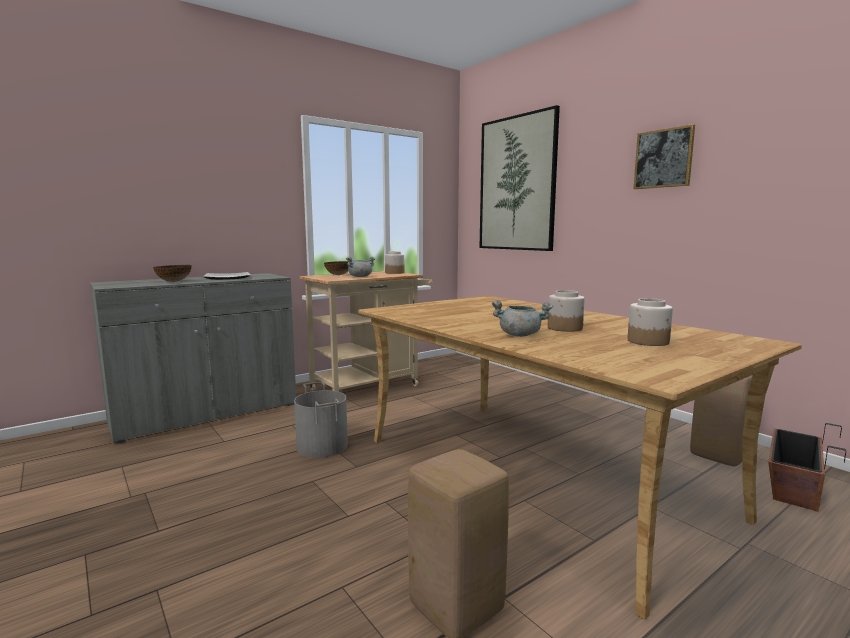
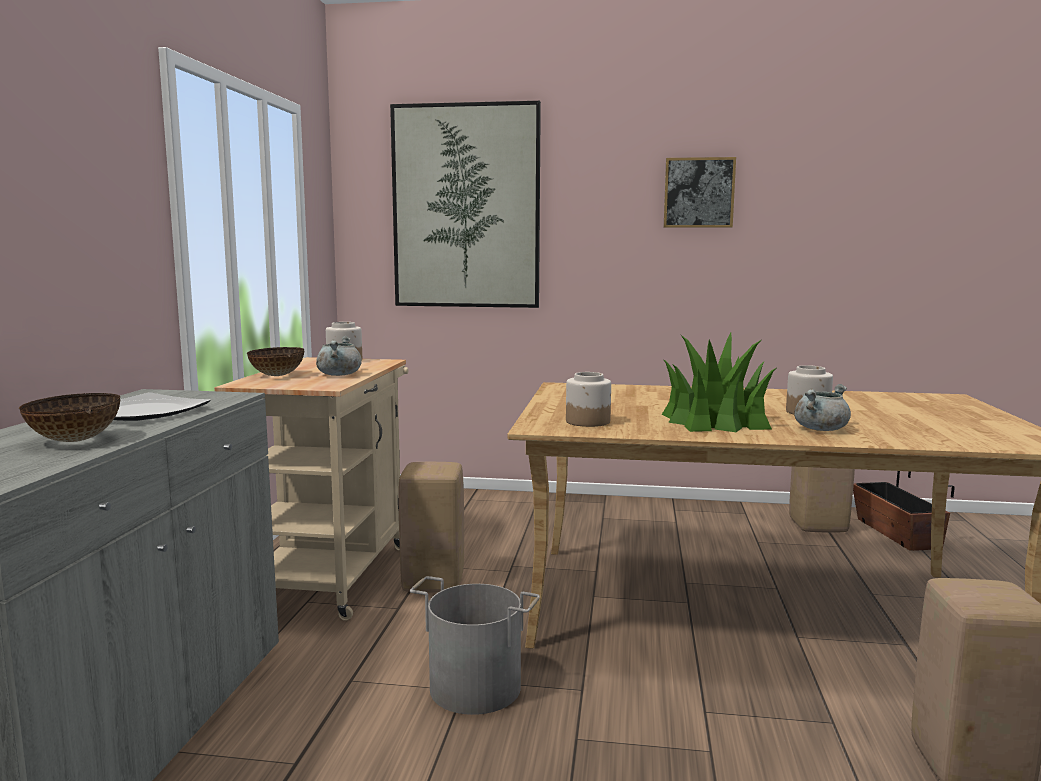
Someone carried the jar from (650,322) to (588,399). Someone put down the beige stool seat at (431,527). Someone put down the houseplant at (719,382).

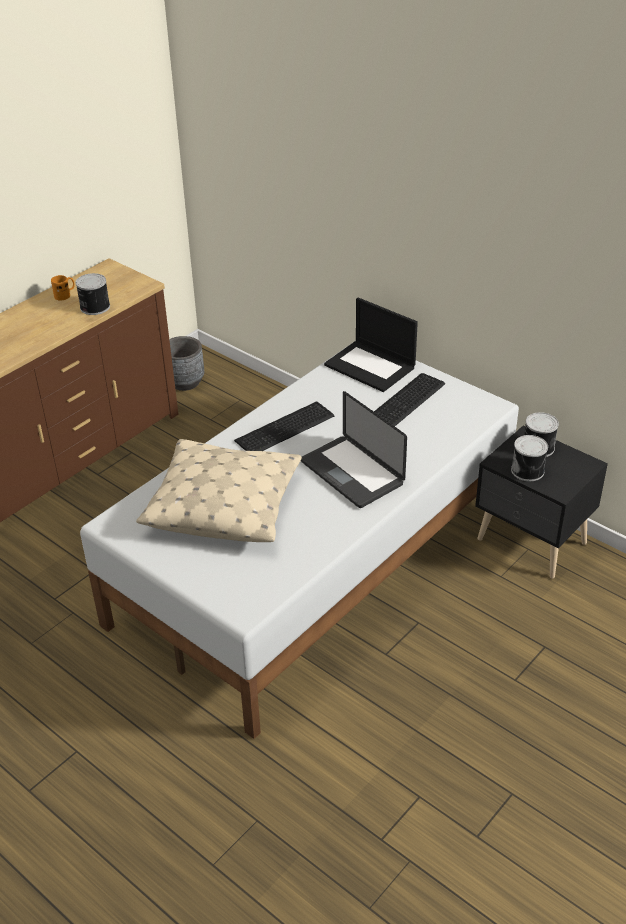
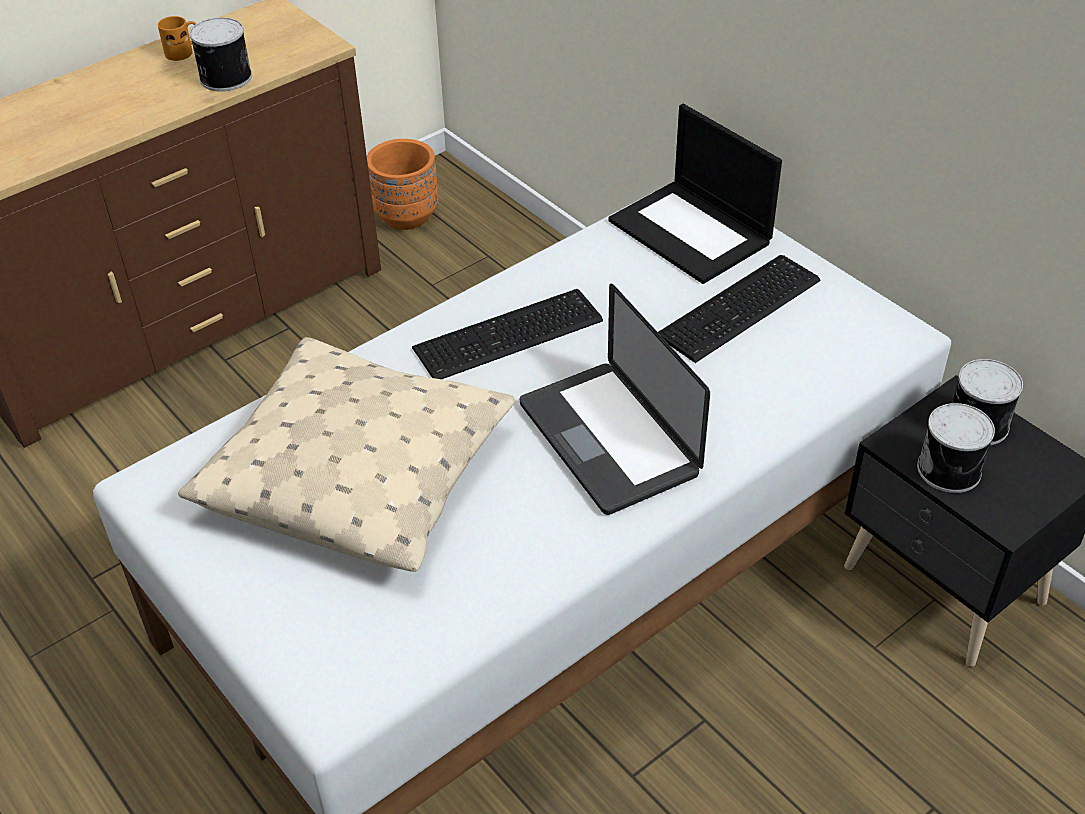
Someone repainted the grey flower pot at (186,363), which became the orange-coloured flower pot at (403,184).

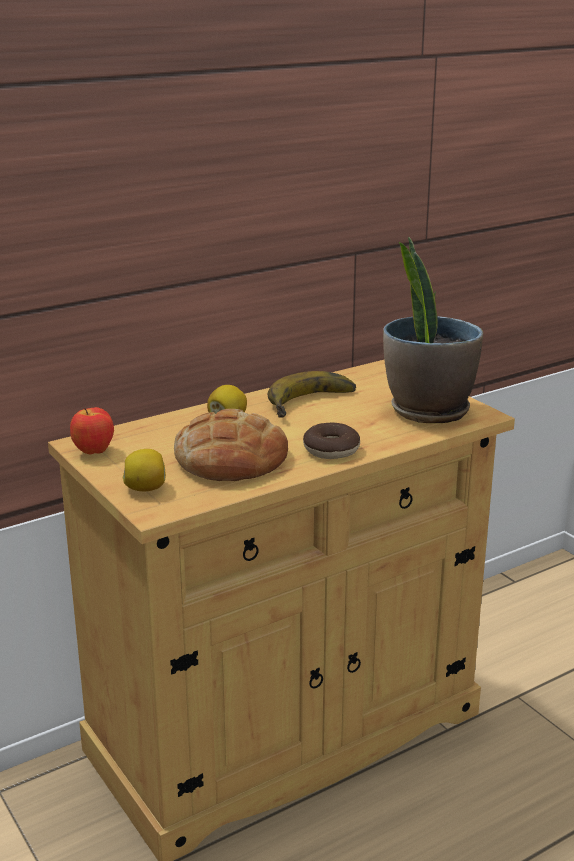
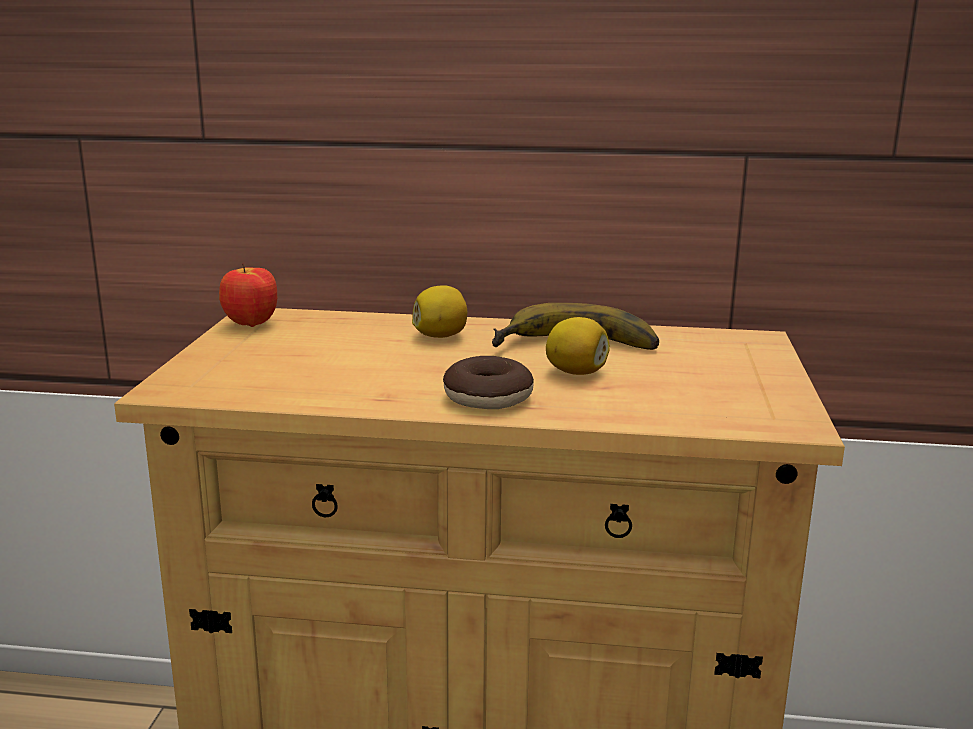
Someone carried the citrus fruit from (144,470) to (578,346). Someone took away the bakery bread at (231,445). Someone took away the houseplant at (433,330).

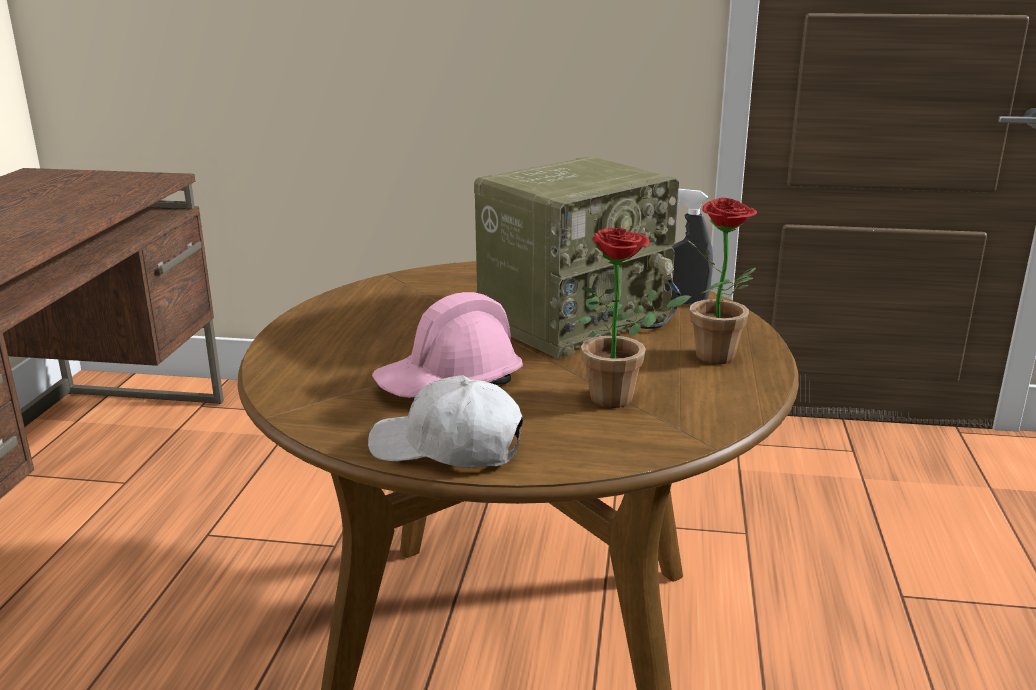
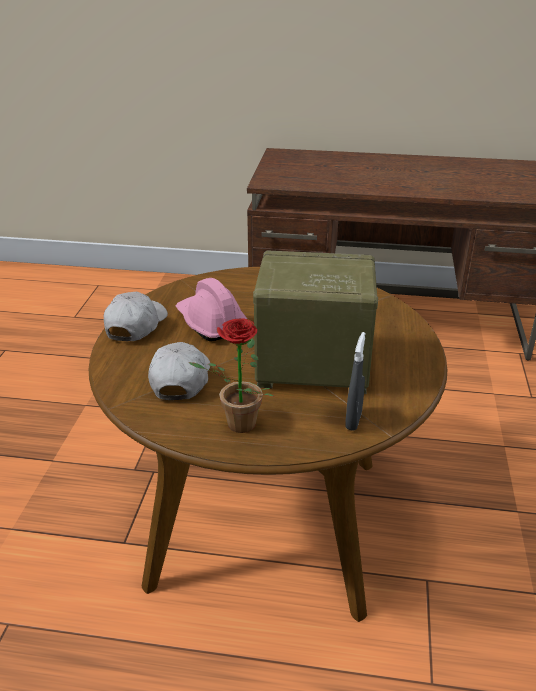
Someone rotated the radio set at (577,258) by 135 degrees clockwise. Someone swapped the houseplant at (634,318) for the whitish baseball cap at (179,371).

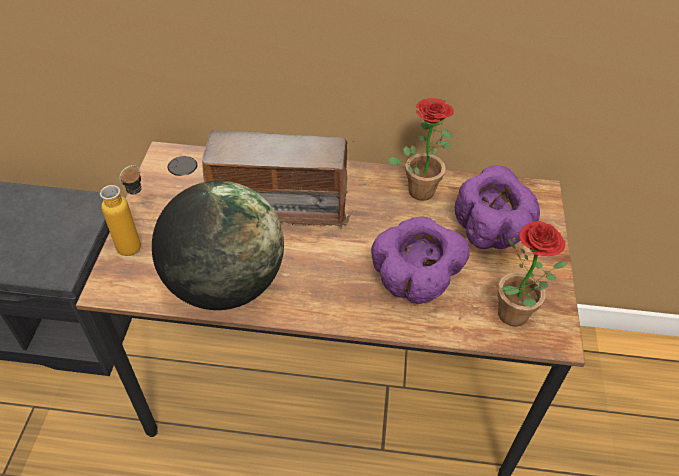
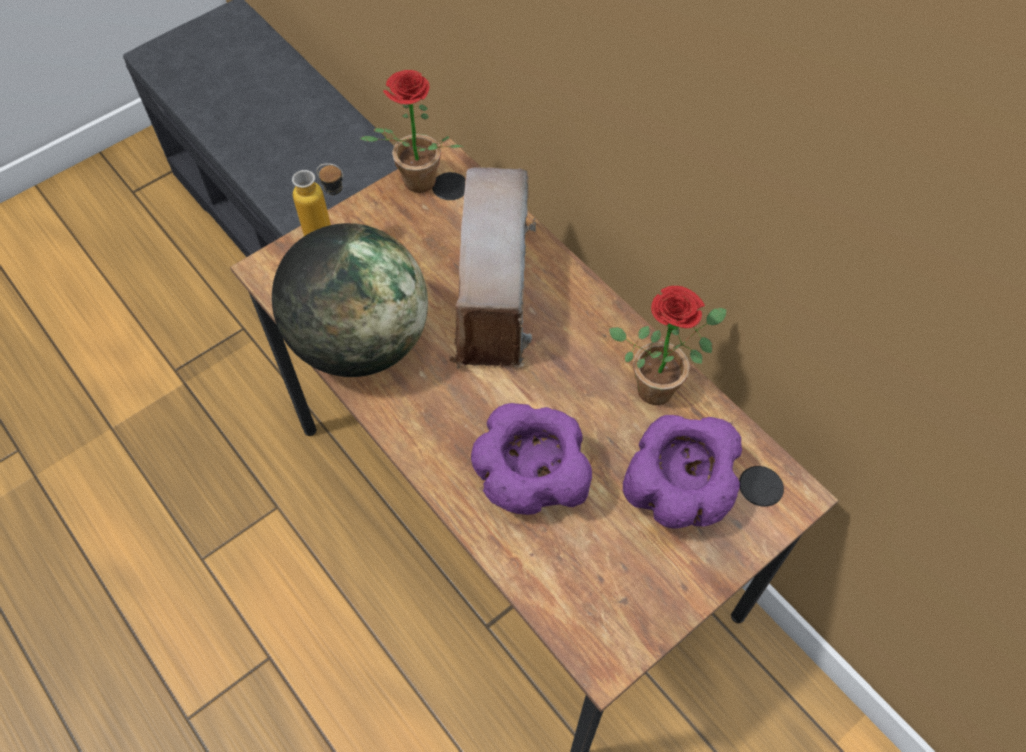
Someone rotated the radio set at (278,179) by 45 degrees clockwise. Someone carried the houseplant from (533,274) to (411,131).

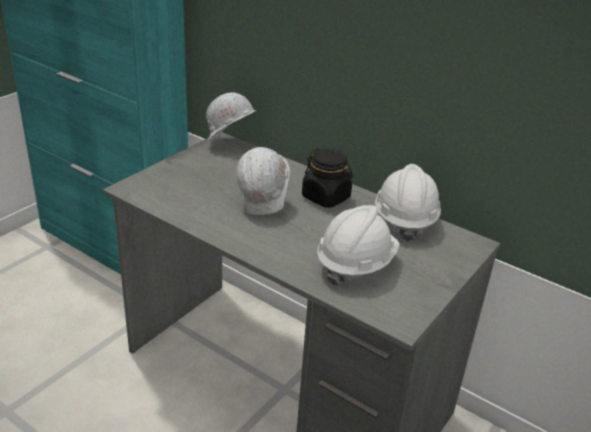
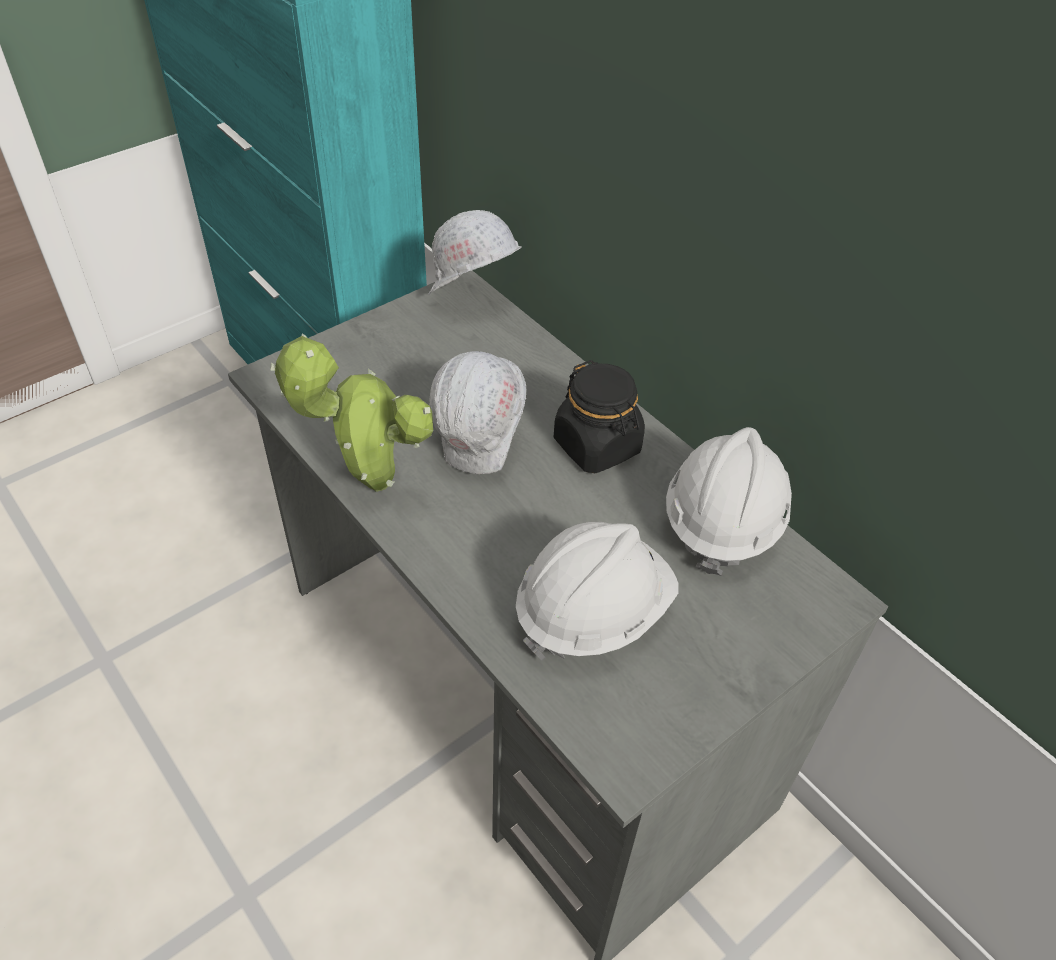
Someone put down the houseplant at (351,412).

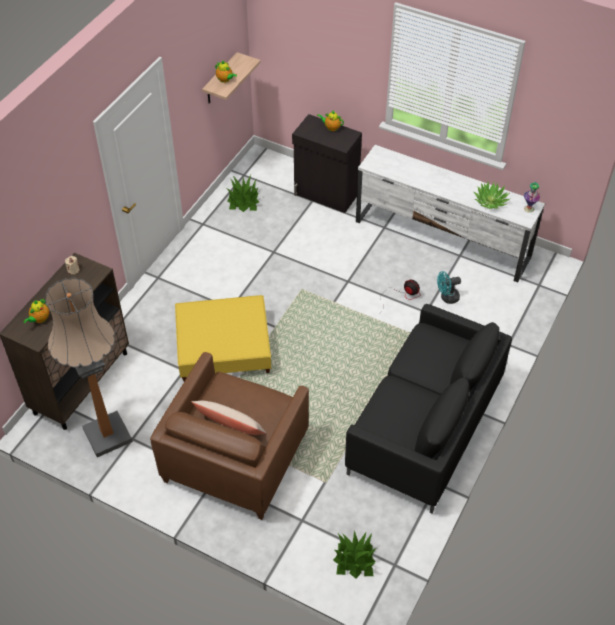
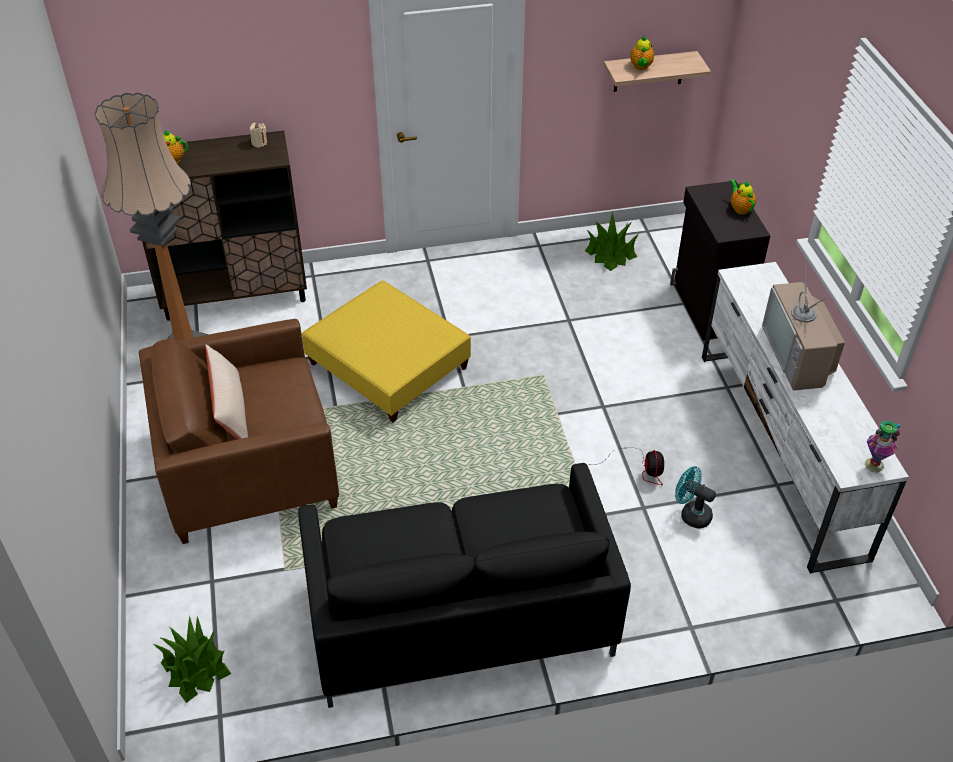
Someone took away the houseplant at (492,195). Someone put down the TV set at (803,324).

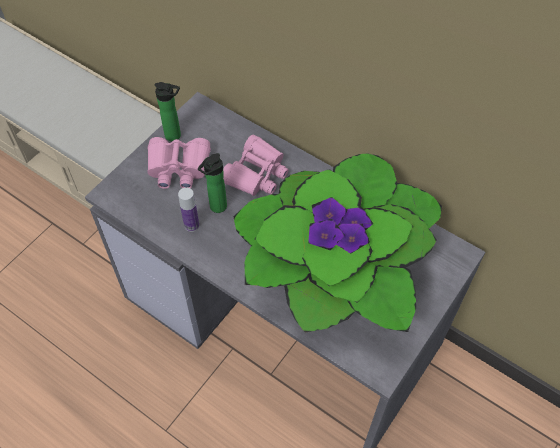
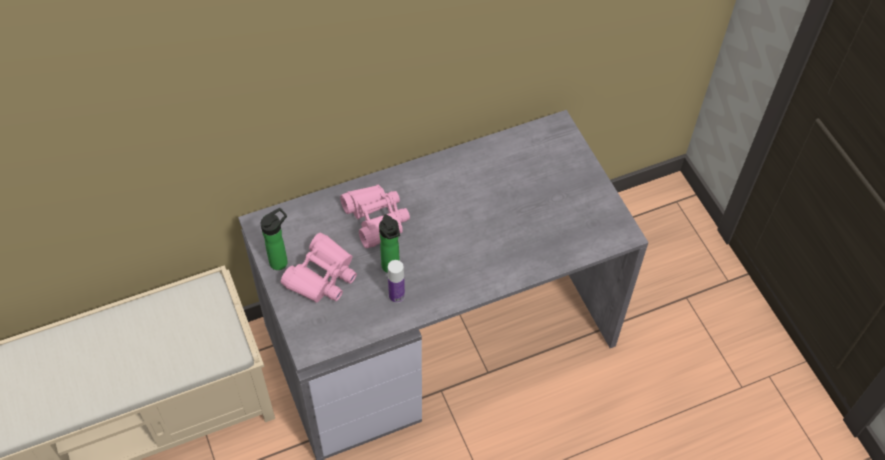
Someone took away the houseplant at (338,243).

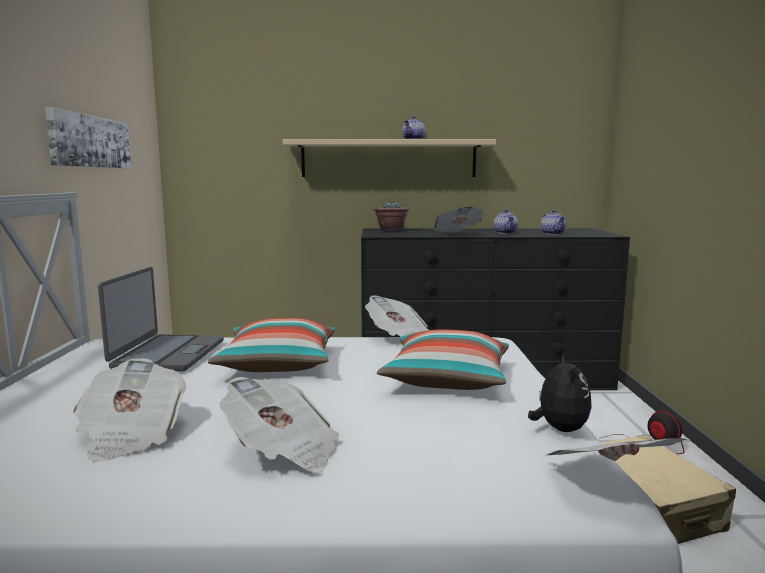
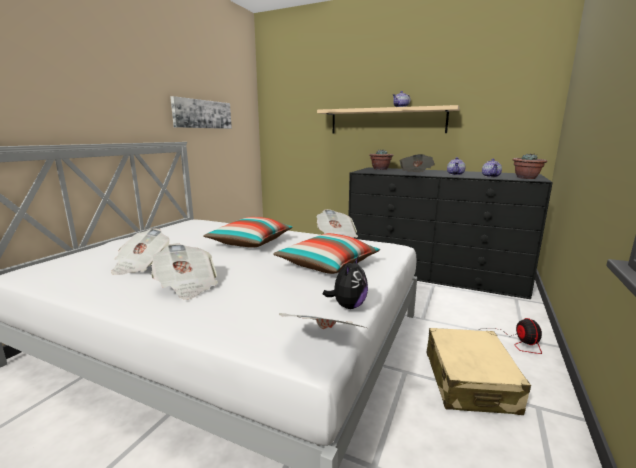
Someone took away the portable computer at (160,319). Someone put down the houseplant at (529,166).

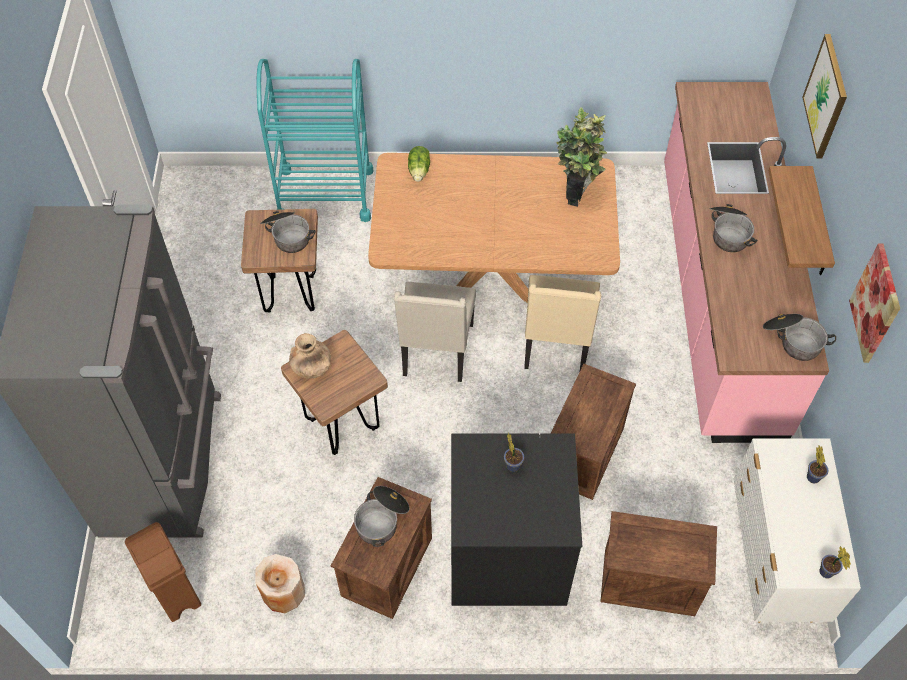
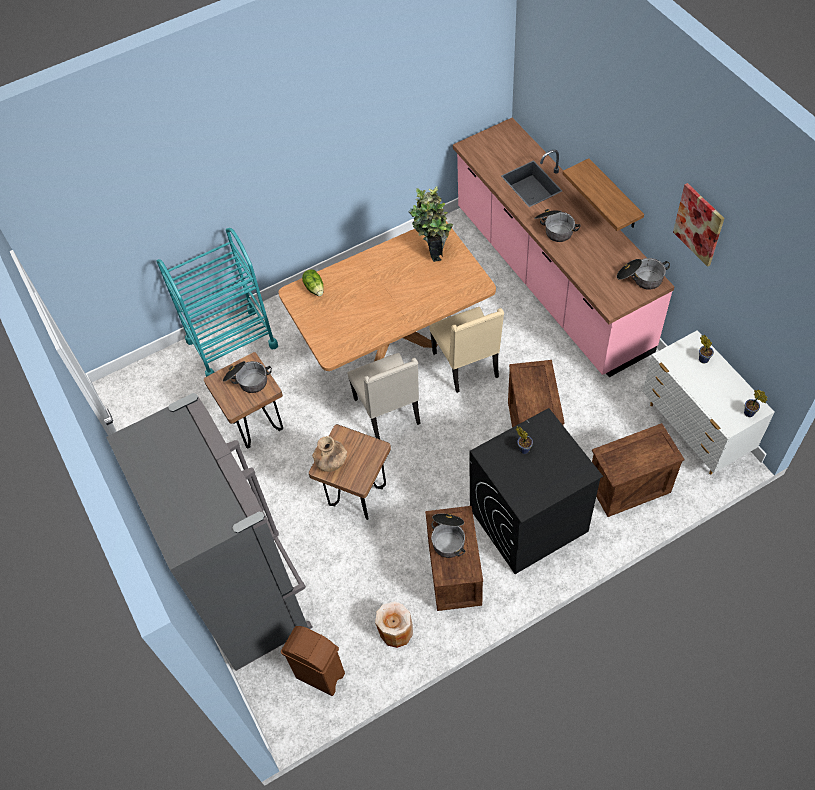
Someone took away the wall picture at (824,96).

